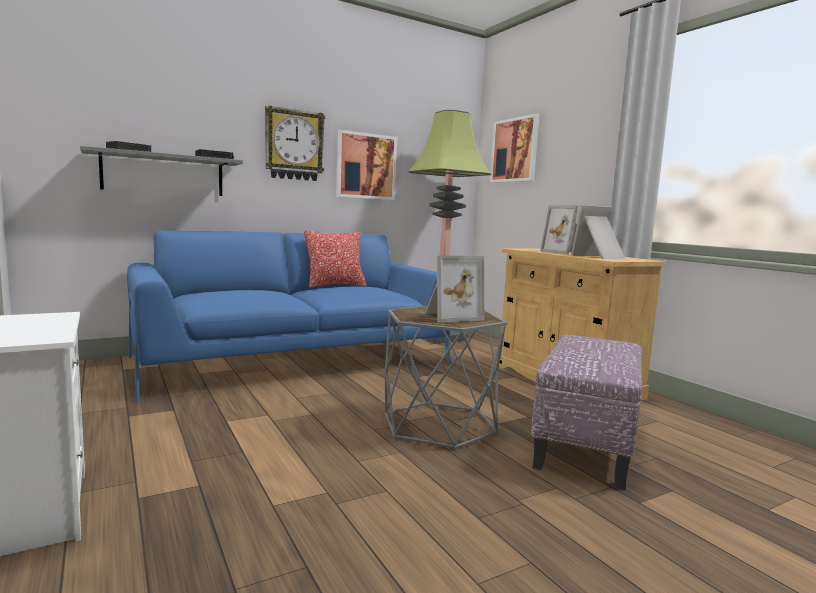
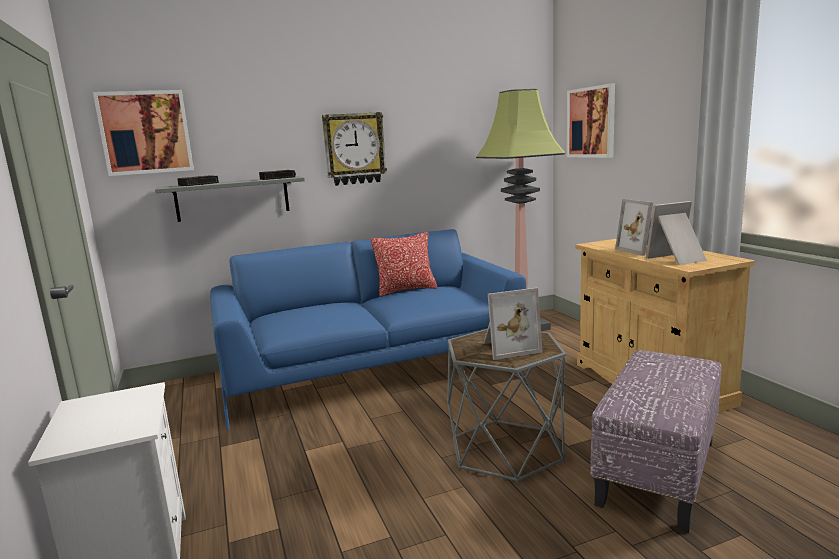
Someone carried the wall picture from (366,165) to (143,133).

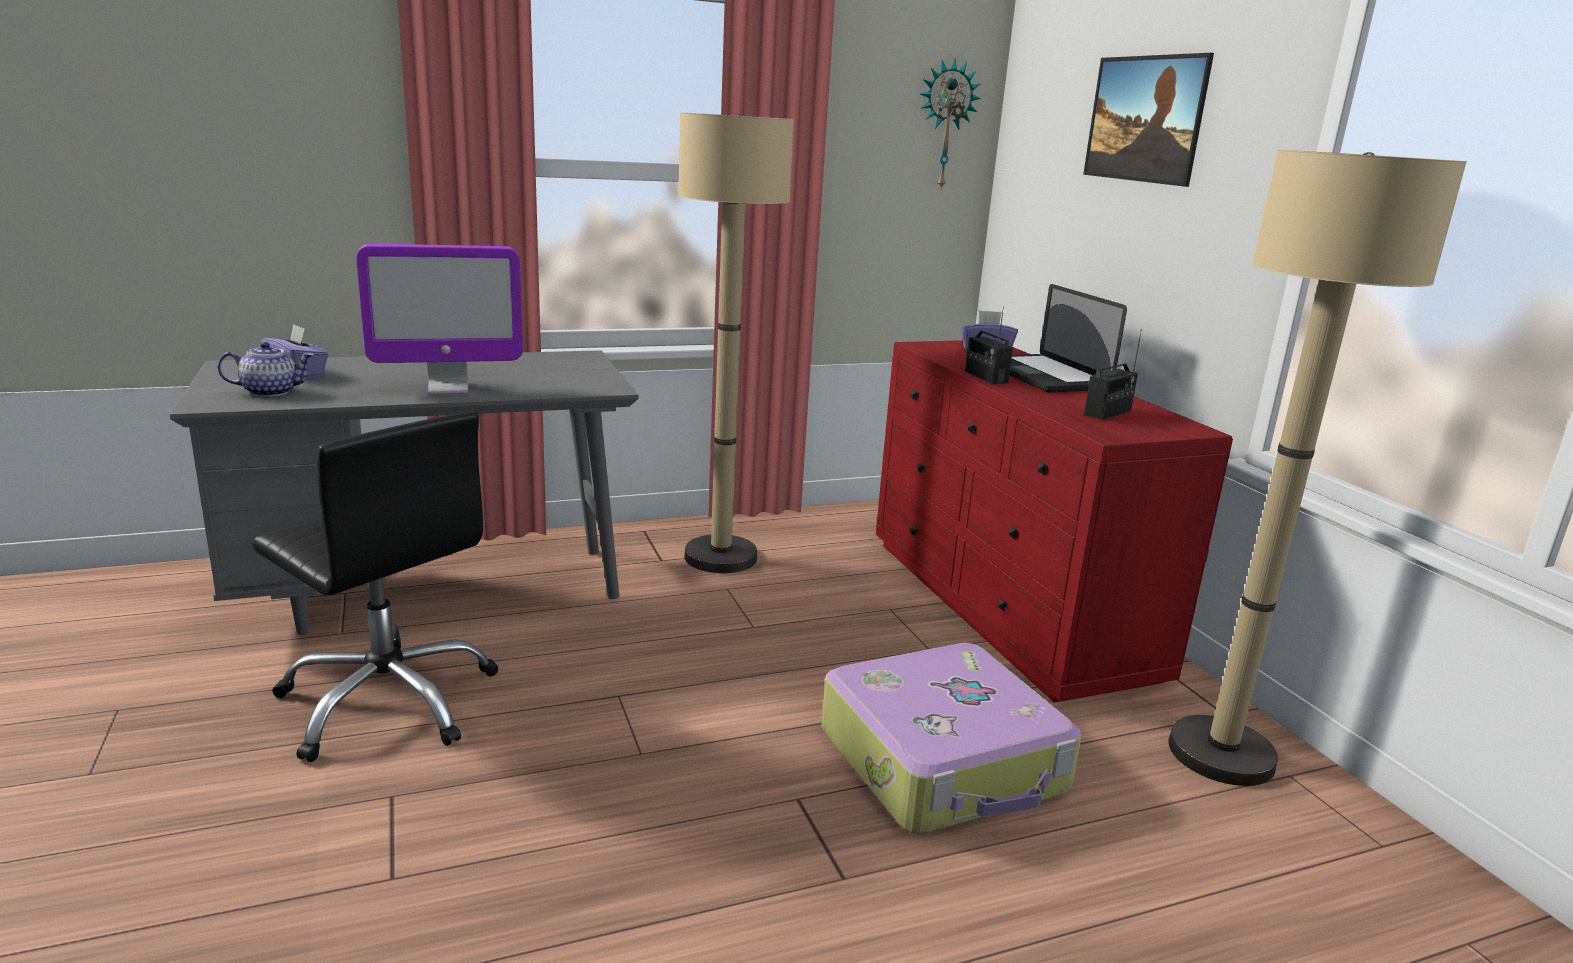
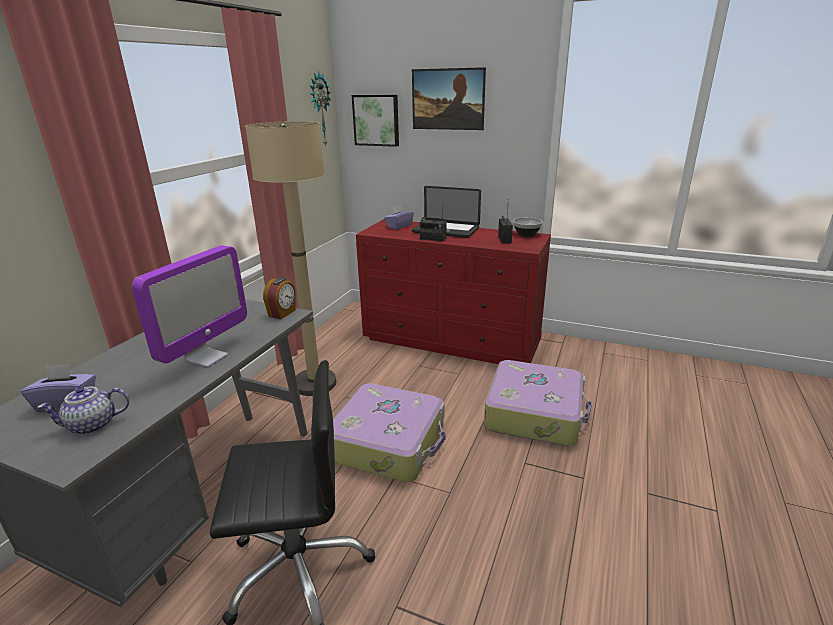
Someone rotated the tea pot at (266,369) by 135 degrees counterclockwise. Someone took away the beige floor lamp at (1317,468). Someone put down the bedside clock at (279,298). Someone put down the suitcase at (389,432). Someone put up the wall picture at (375,121). Someone put down the deep dish at (528,227).

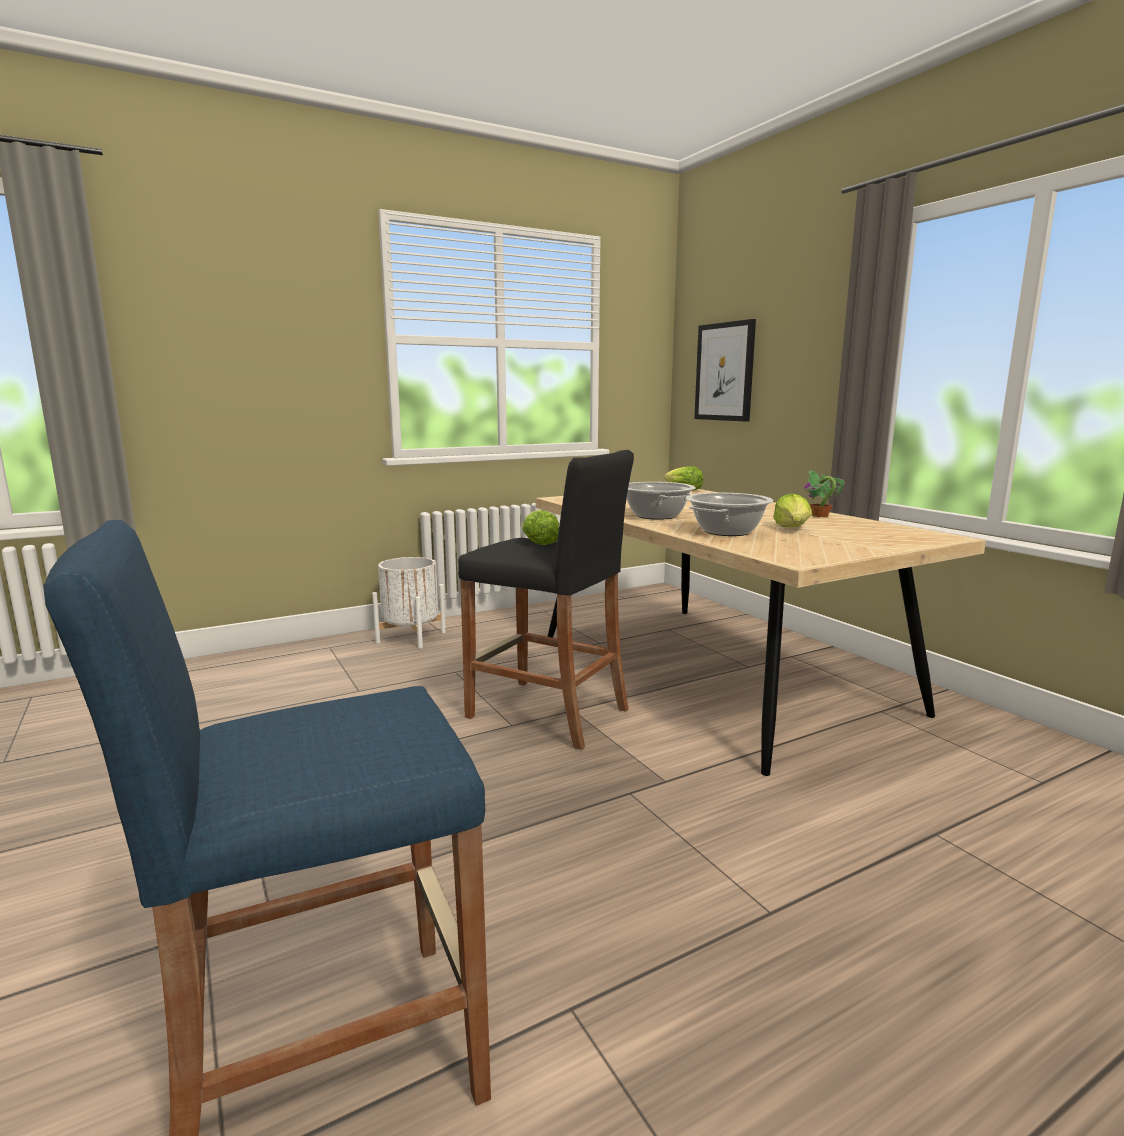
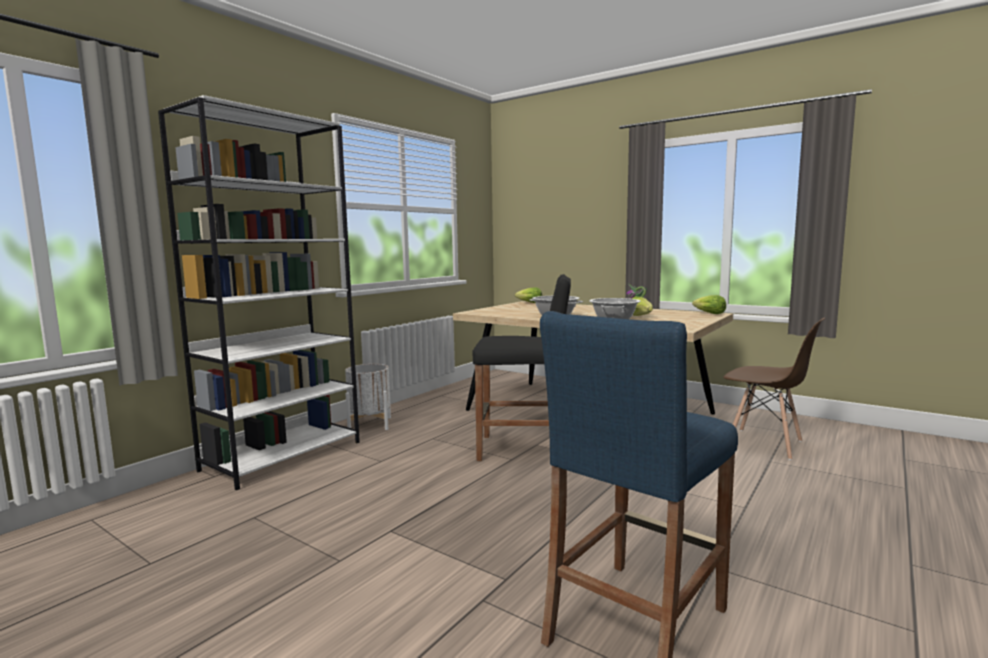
Someone carried the lettuce from (540,527) to (709,304). Someone took away the wall picture at (725,370). Someone put down the whitish shelving unit at (259,292). Someone put down the brownish plain chair at (774,388).

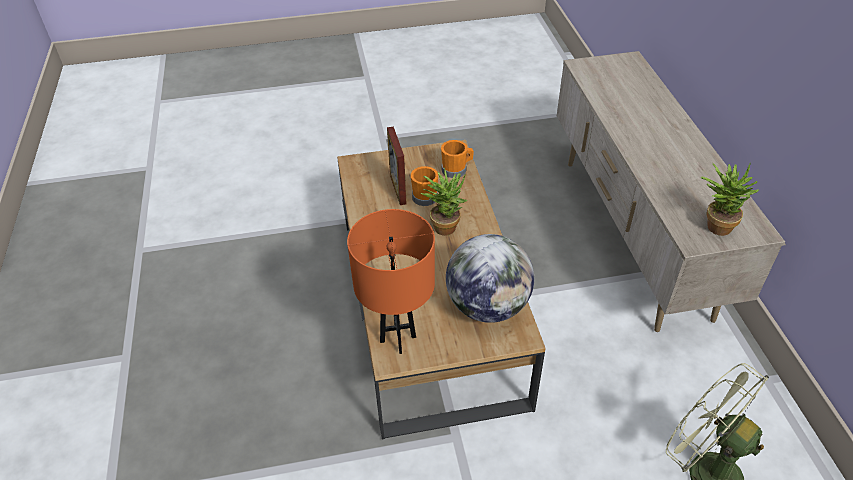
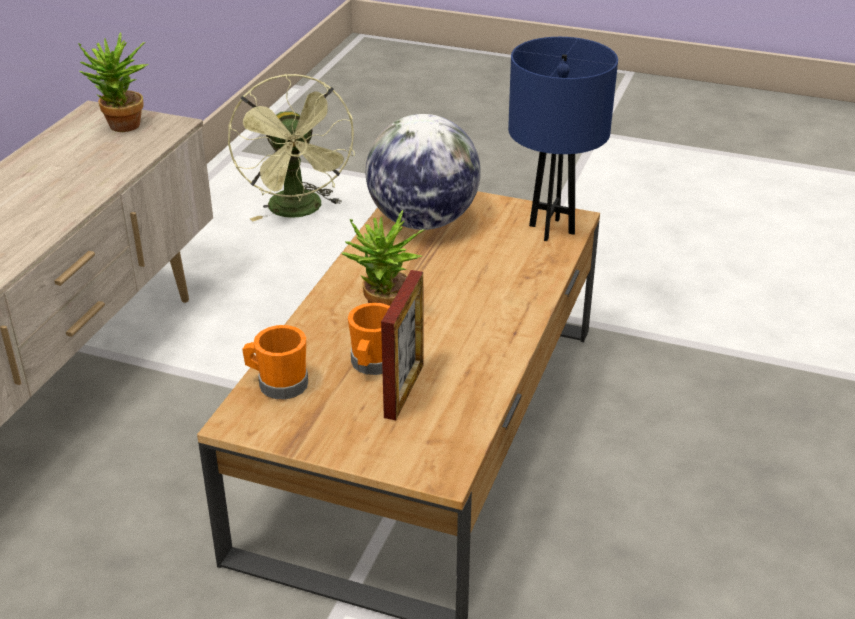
Someone repainted the orange-coloured tabletop lamp at (391,281), which became the bluish tabletop lamp at (563,139).

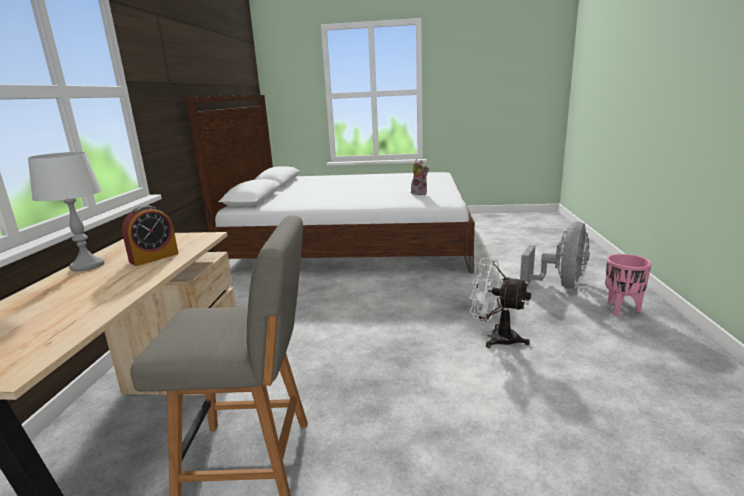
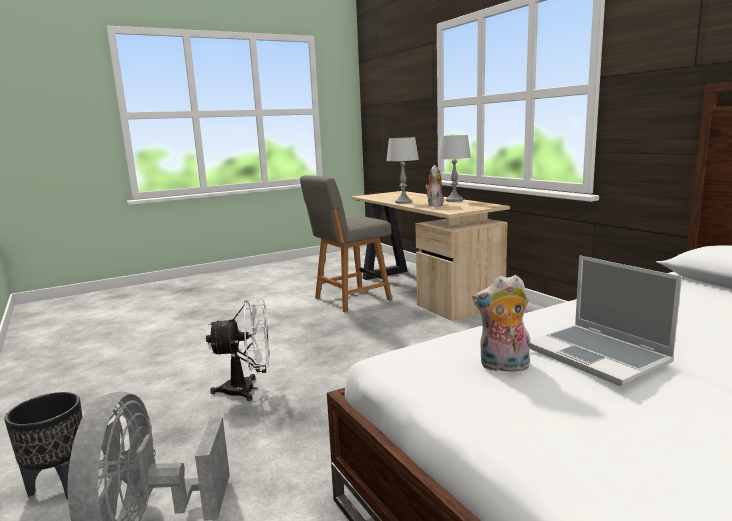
Someone swapped the bedside clock at (150,235) for the soft toy at (434,186). Someone repainted the pink-coloured flower pot at (628,285), which became the black-coloured flower pot at (43,445). Someone put down the grey tabletop lamp at (402,170). Someone put down the portable computer at (606,321).

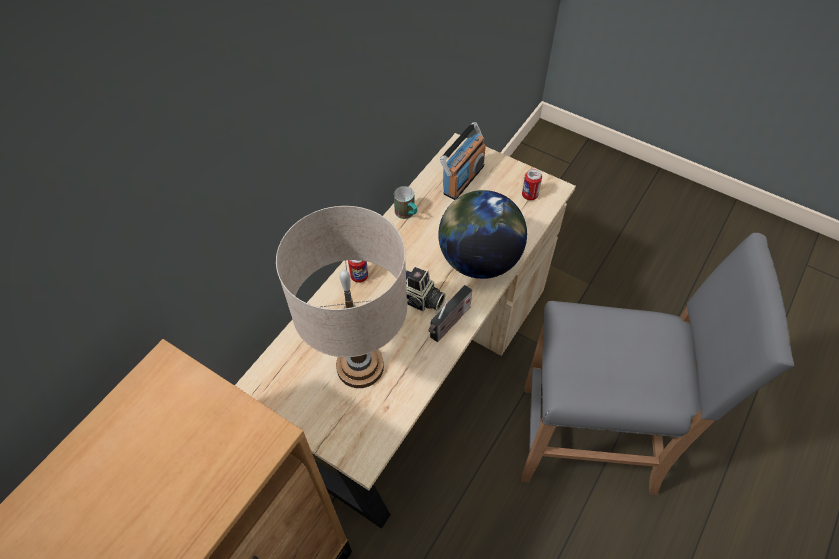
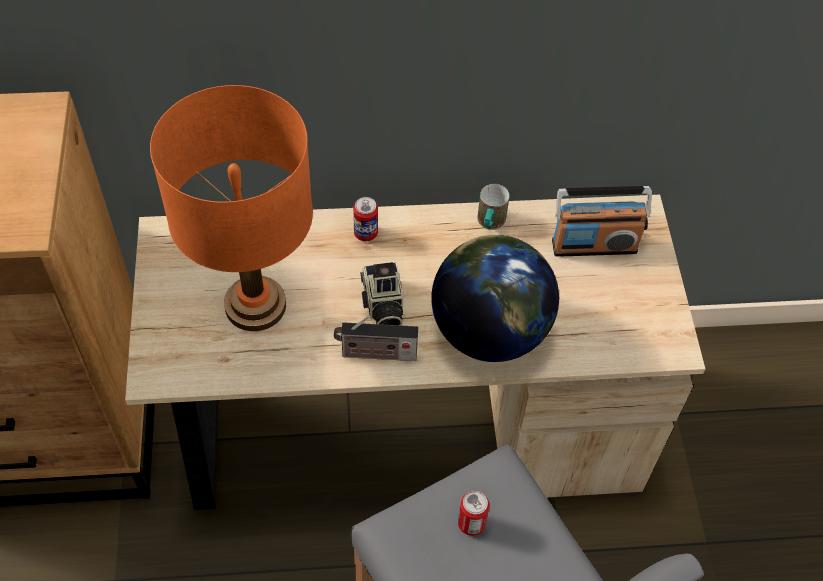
Someone repainted the beige tabletop lamp at (341,297), which became the orange-coloured tabletop lamp at (231,208). Someone carried the metal can from (532,184) to (473,513).

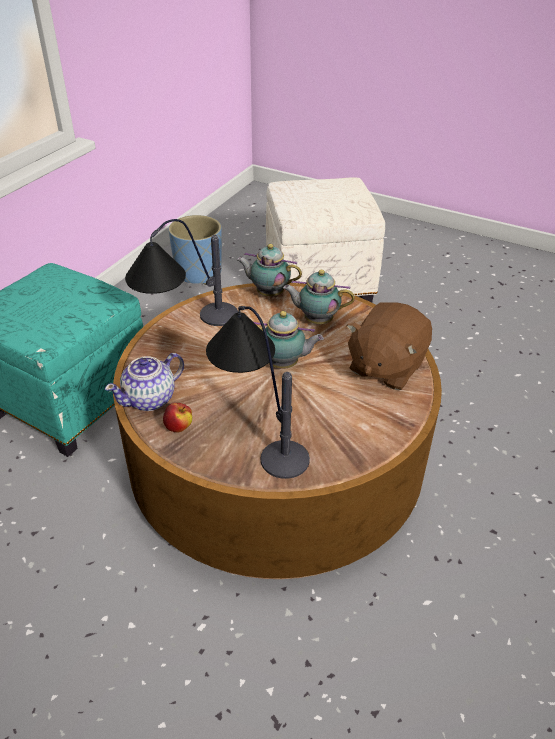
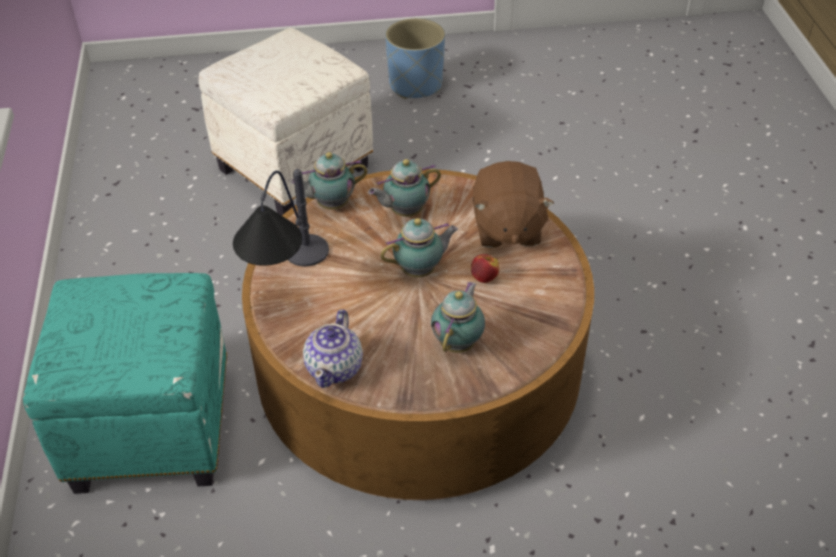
Someone carried the whole apple from (177,417) to (485,268). Someone carried the bluish flower pot from (195,250) to (415,58). Someone swapped the tabletop lamp at (258,392) for the tea pot at (458,317).

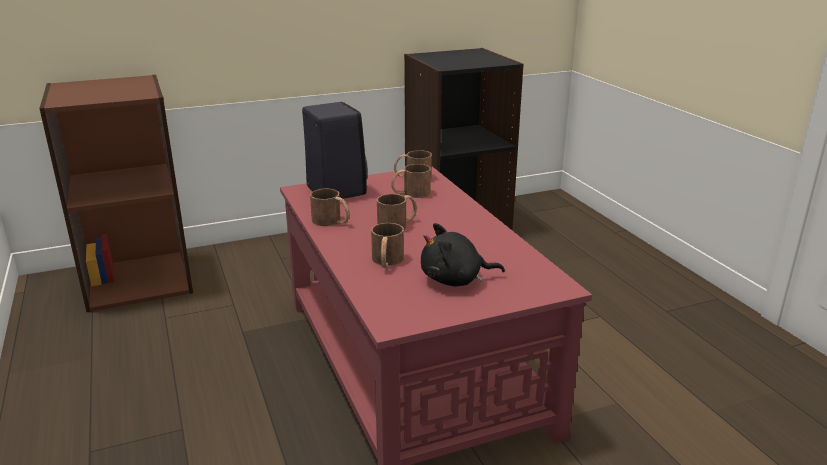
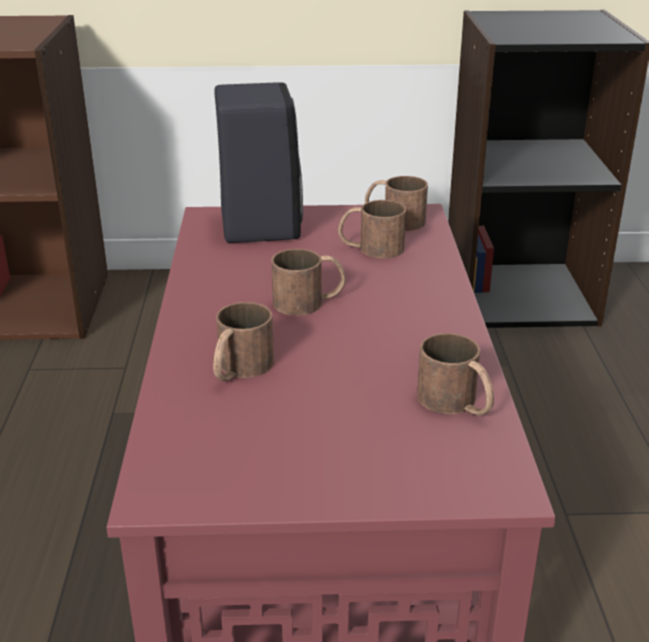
Someone carried the brownish coffee mug from (330,207) to (455,374). Someone took away the black-coloured soft toy at (463,255).

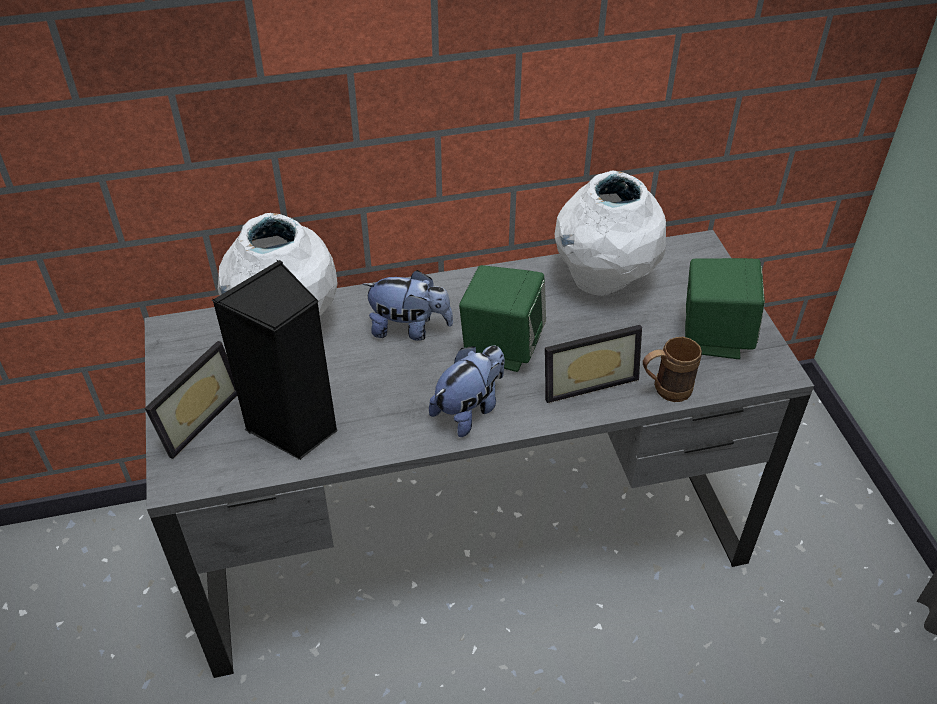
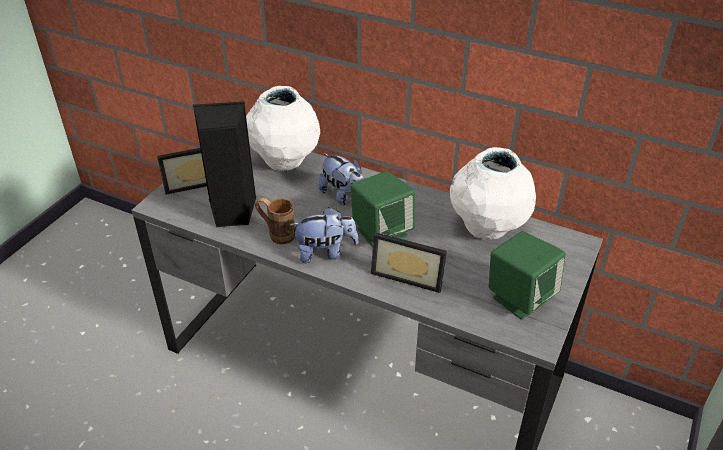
Someone carried the brownish coffee mug from (672,369) to (275,221).

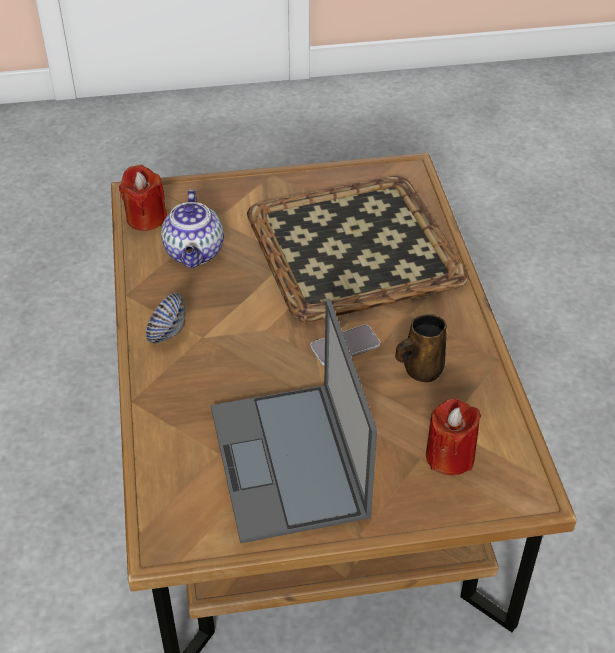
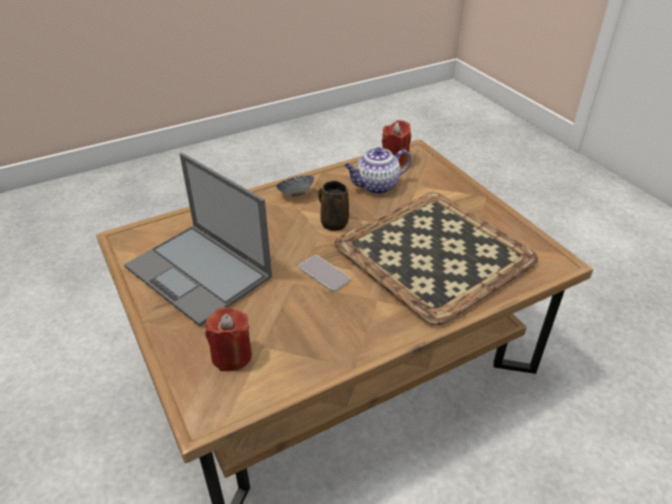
Someone rotated the portable computer at (294,421) by 105 degrees counterclockwise. Someone carried the brownish coffee mug from (421,348) to (334,206).

